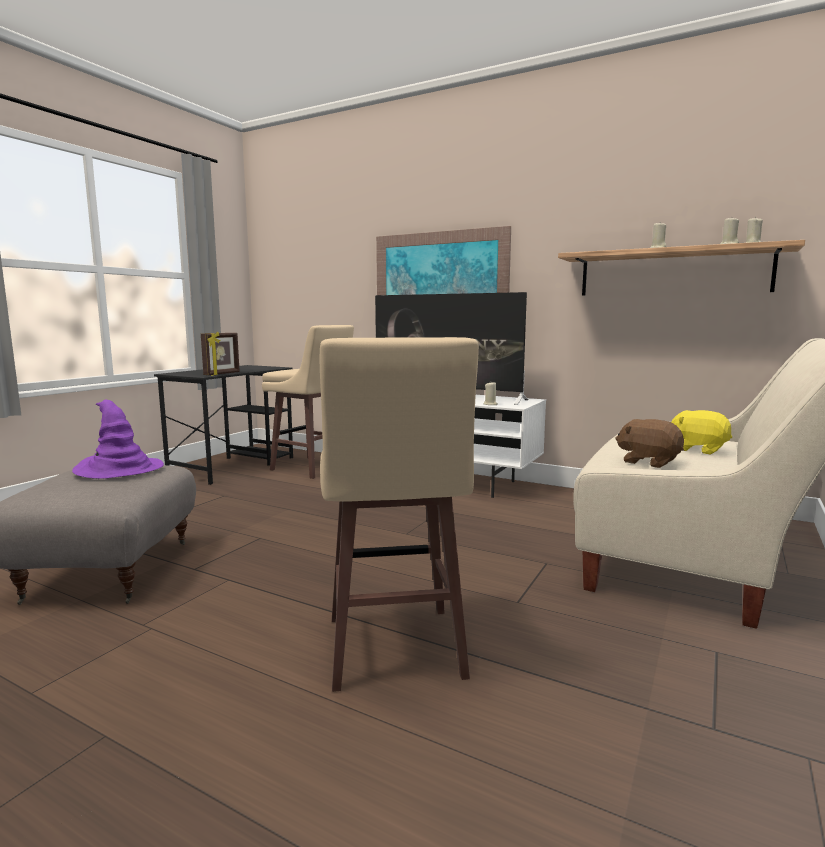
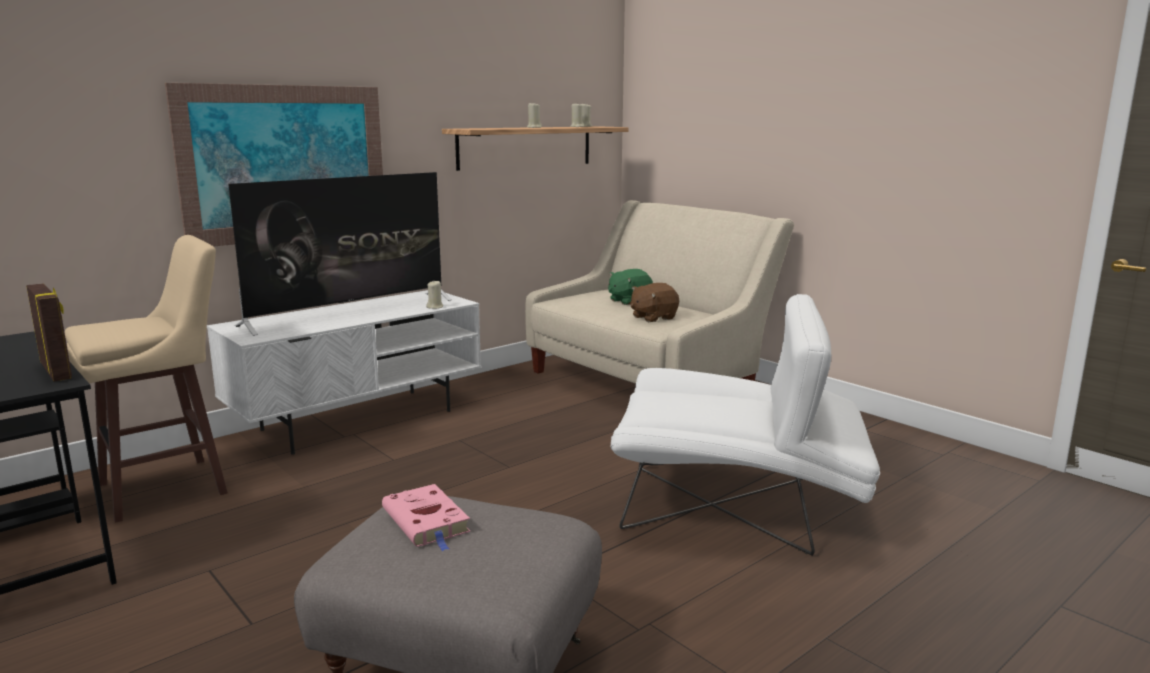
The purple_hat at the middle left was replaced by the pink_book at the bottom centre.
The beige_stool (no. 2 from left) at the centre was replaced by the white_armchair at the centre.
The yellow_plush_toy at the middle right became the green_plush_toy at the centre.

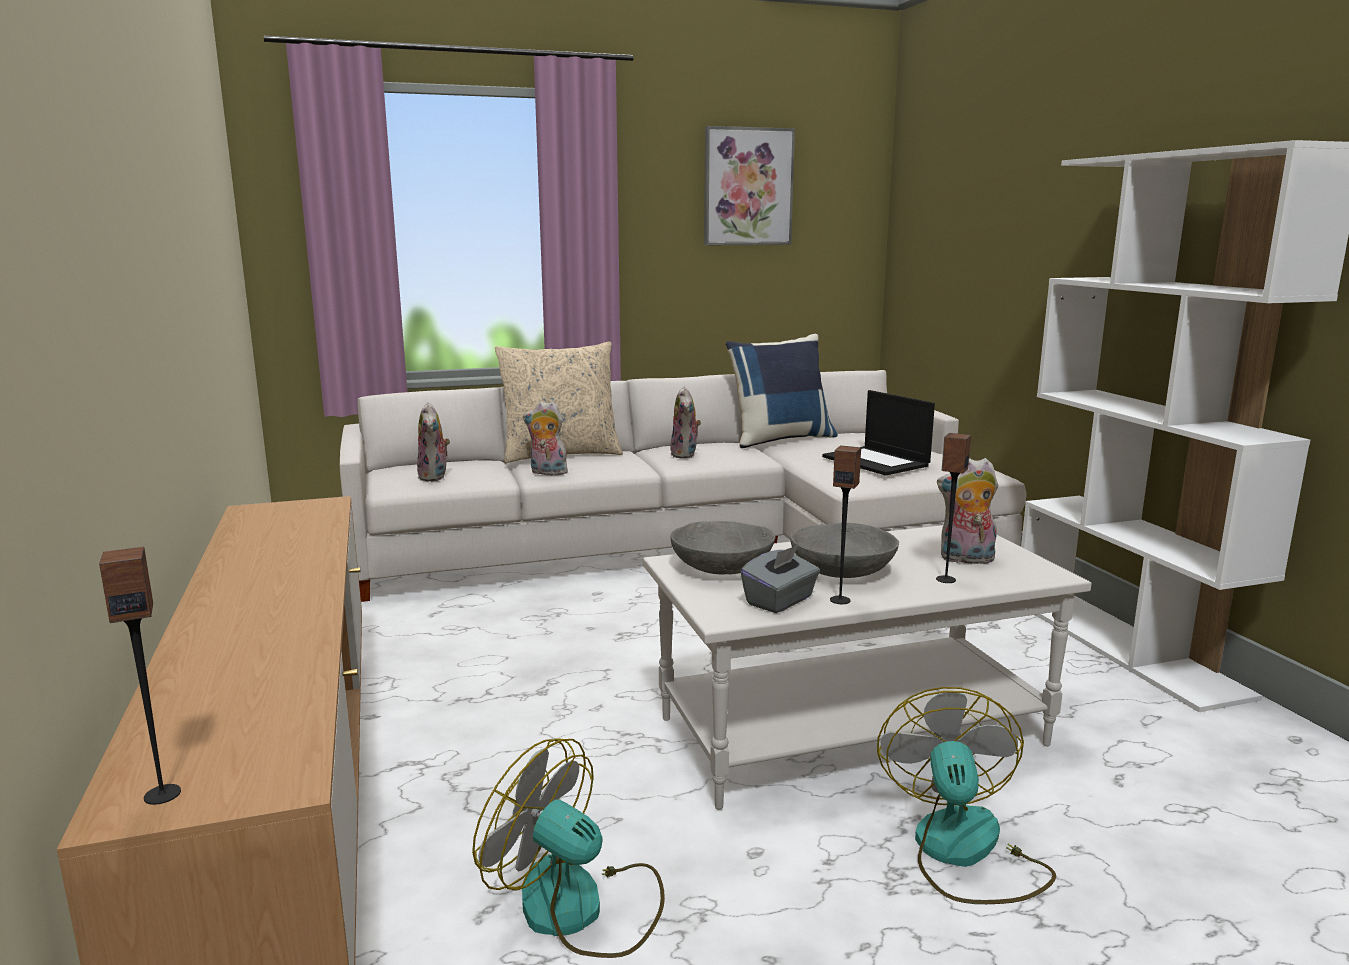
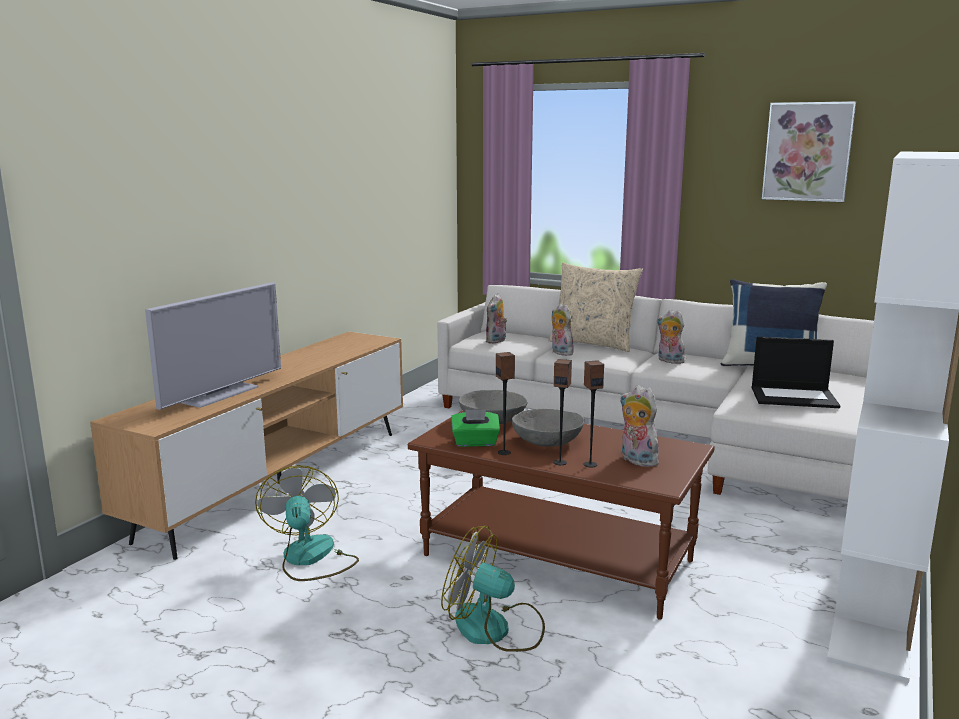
The speaker (no. 1 from left in the first image) moved from the bottom left to the centre.
The white_coffee_table at the bottom centre became the brown_coffee_table at the bottom centre.
The plush_toy (no. 3 from left in the first image) at the centre turned 90 degrees clockwise.
The grey_tissue_box at the centre became the green_tissue_box at the centre.
The laptop at the centre turned 90 degrees counterclockwise.
The fan (no. 2 from left) at the bottom right turned 120 degrees counterclockwise.
The television at the middle left appeared.

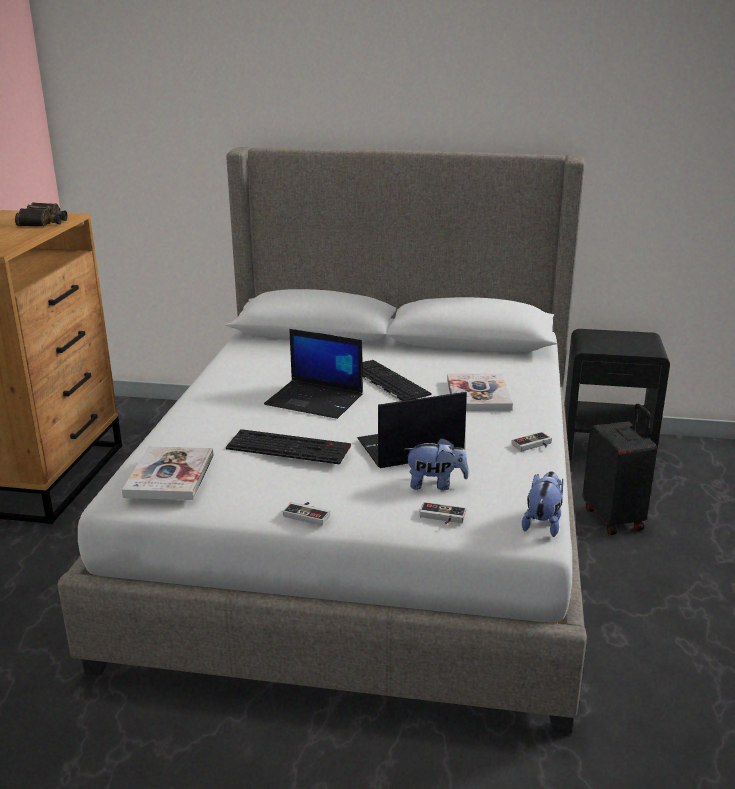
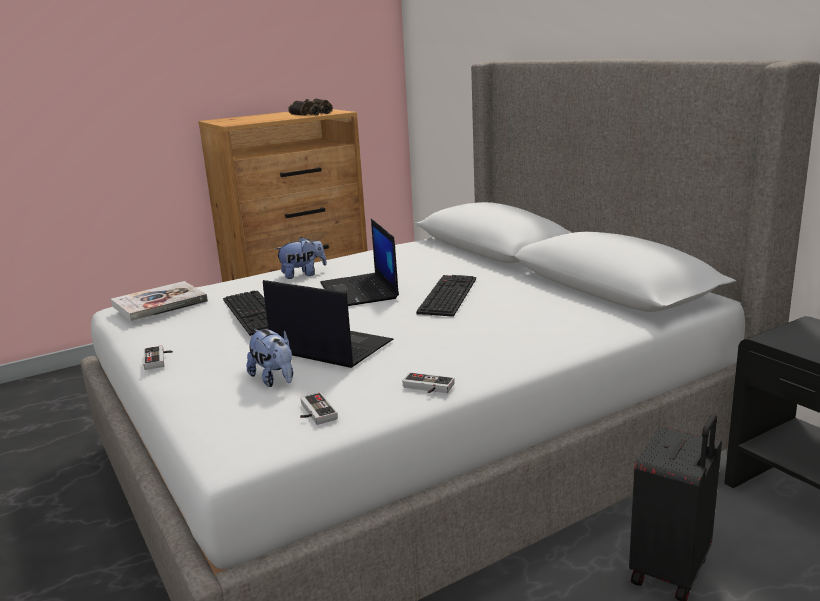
The game_controller (no. 2 from left) moved from the centre to the bottom centre.
The book (no. 2 from left) at the centre disappeared.
The plush_toy (no. 2 from left) moved from the middle right to the centre.

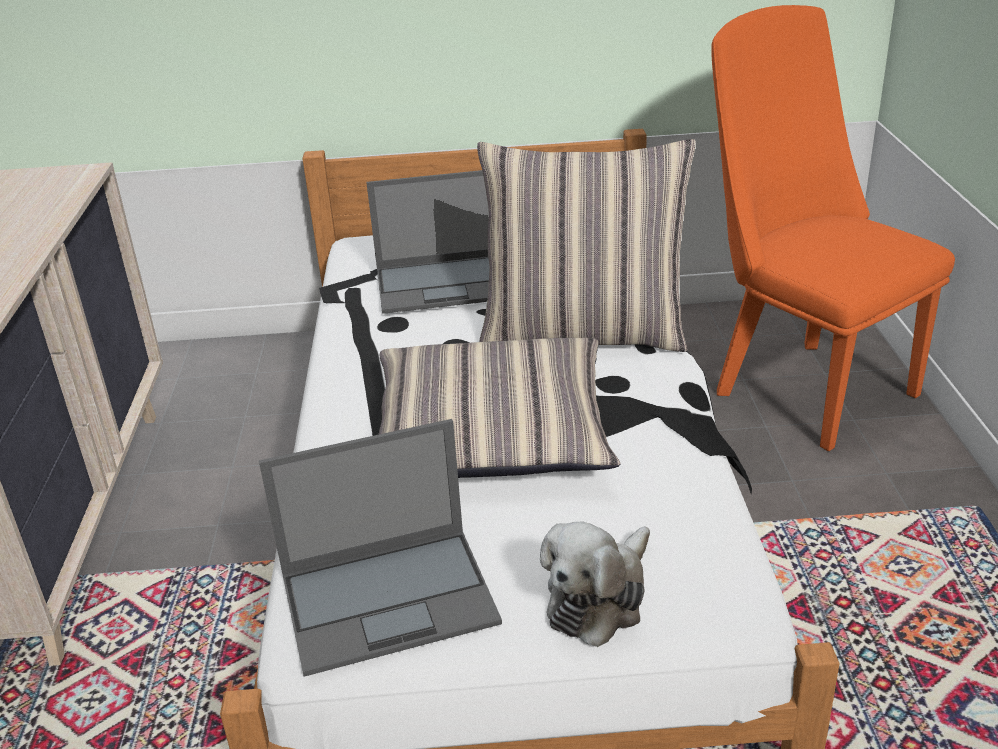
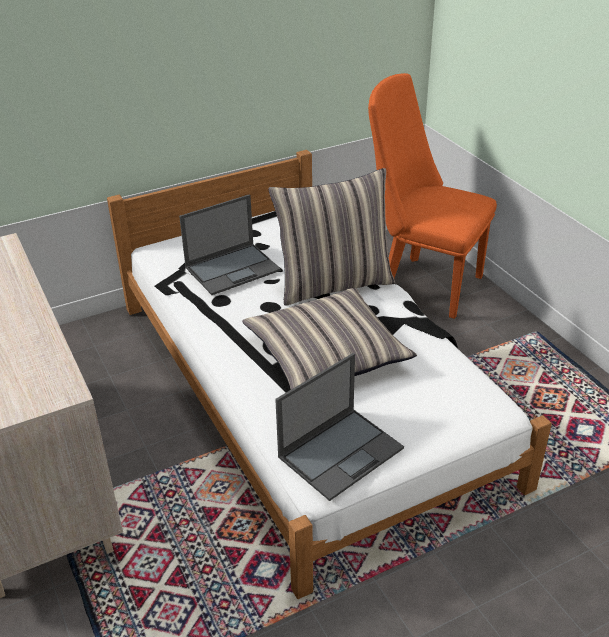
The plush_toy at the bottom centre disappeared.

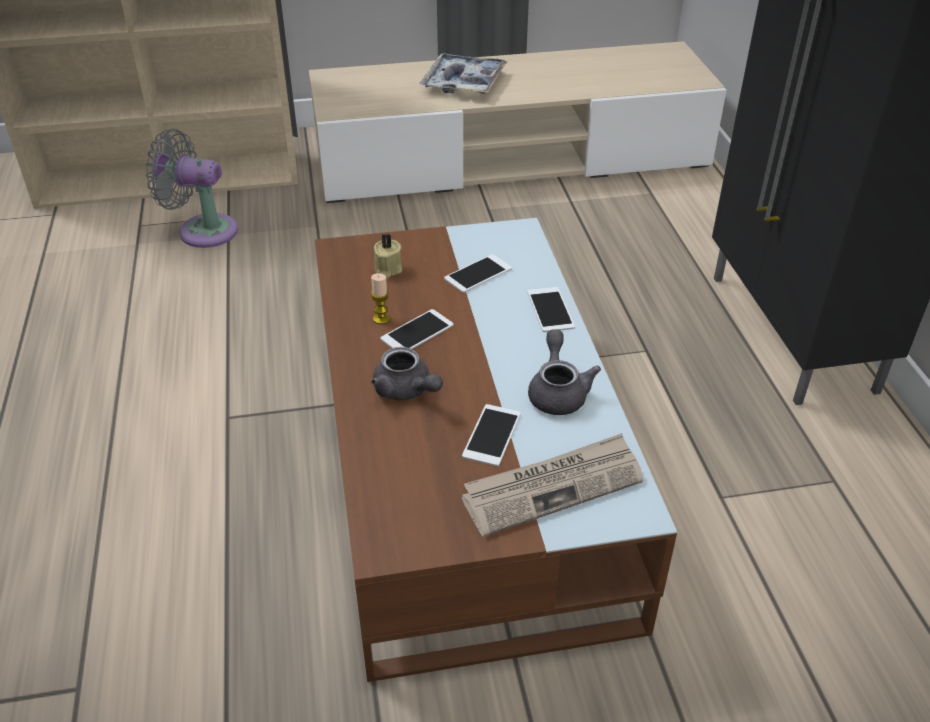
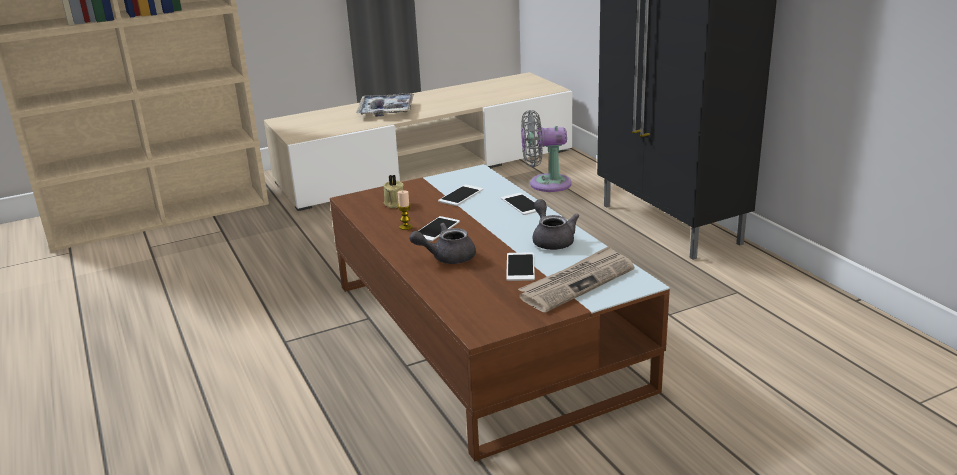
The grey_fan moved from the top left to the top centre.
The grey_teapot (no. 1 from left) at the centre turned 135 degrees clockwise.

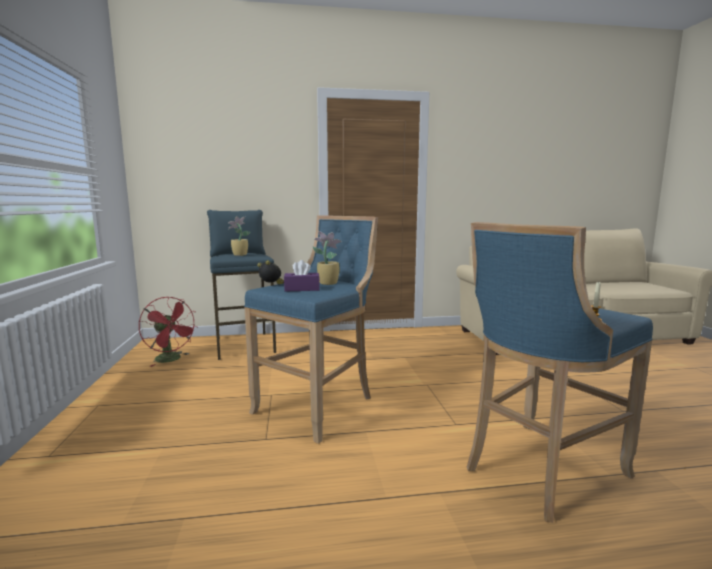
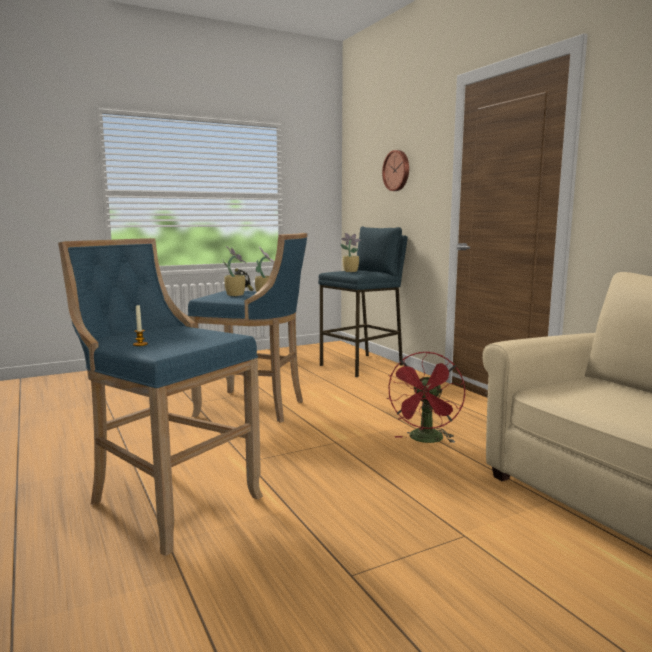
The red_fan moved from the middle left to the centre.
The purple_tissue_box at the centre was replaced by the potted_plant (no. 1 from left) at the centre.
The wall_clock at the top centre appeared.

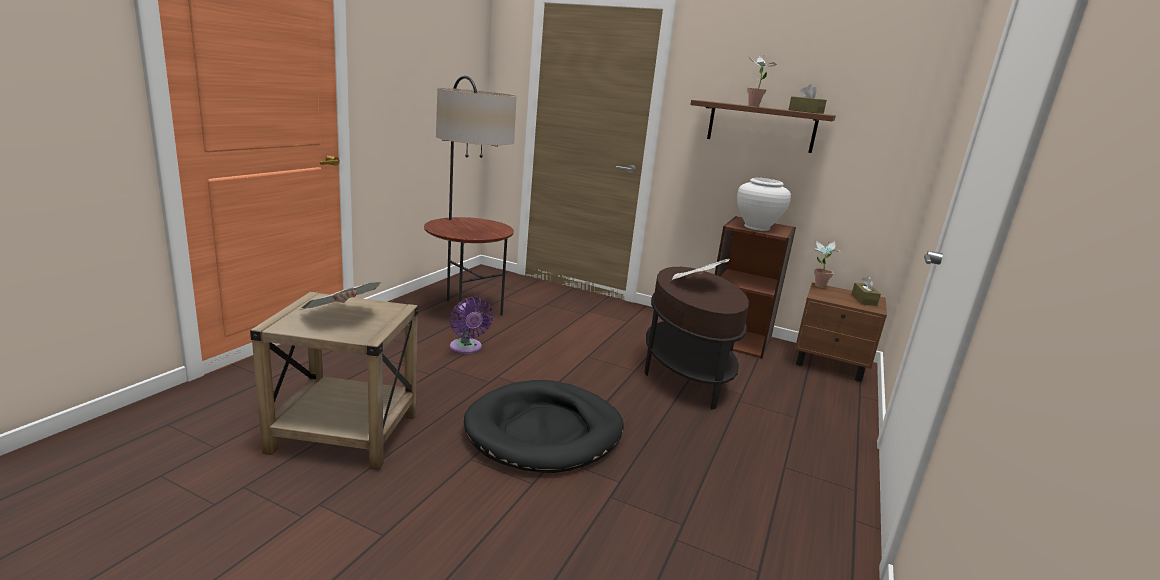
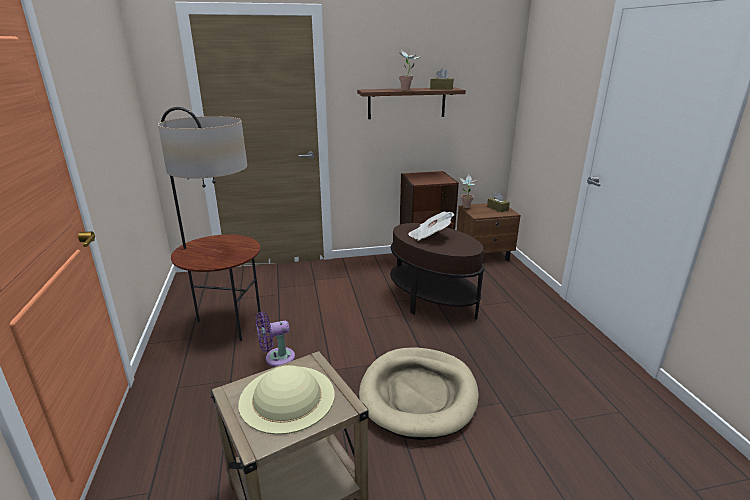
The newspaper (no. 1 from left) at the middle left was replaced by the beige_hat at the bottom centre.
The purple_fan at the centre turned 135 degrees clockwise.
The black_dog_bed at the bottom centre became the beige_dog_bed at the bottom centre.
The white_vase at the centre disappeared.

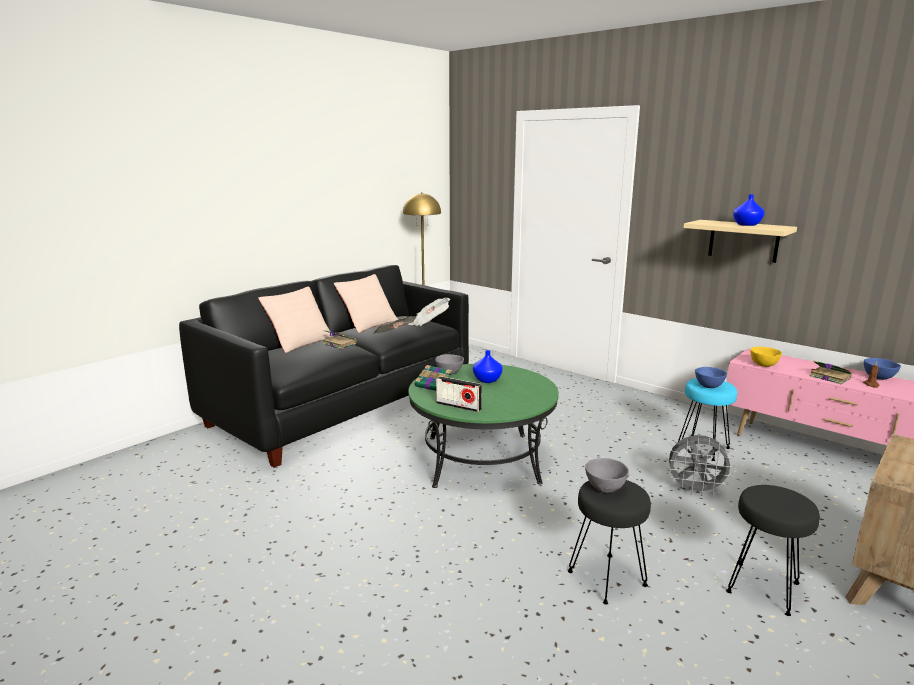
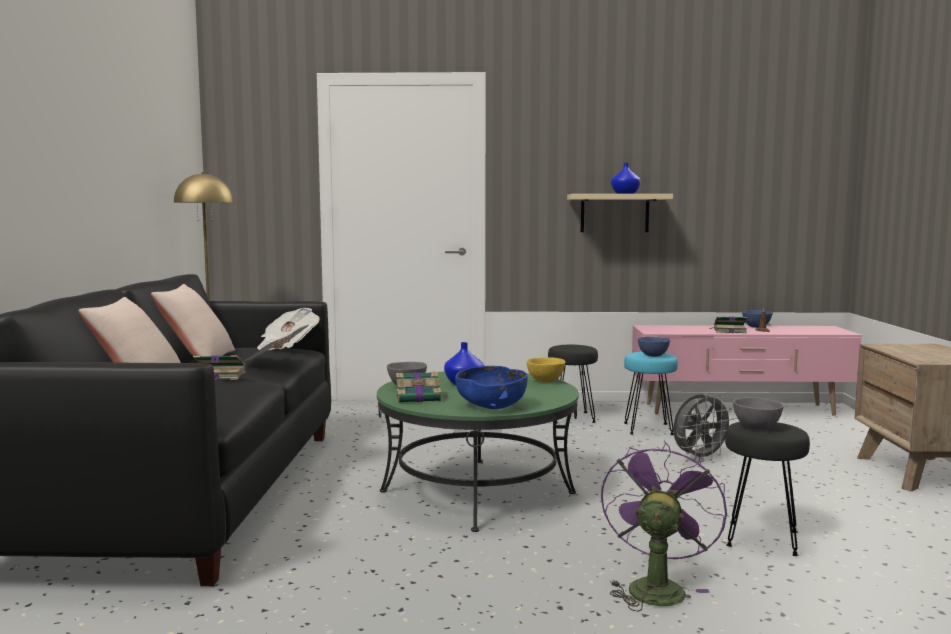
The radio at the centre was replaced by the blue_bowl (no. 1 from left) at the centre.
The black_stool (no. 2 from left in the first image) moved from the bottom right to the centre.
The yellow_bowl moved from the middle right to the centre.
The purple_fan at the bottom right appeared.

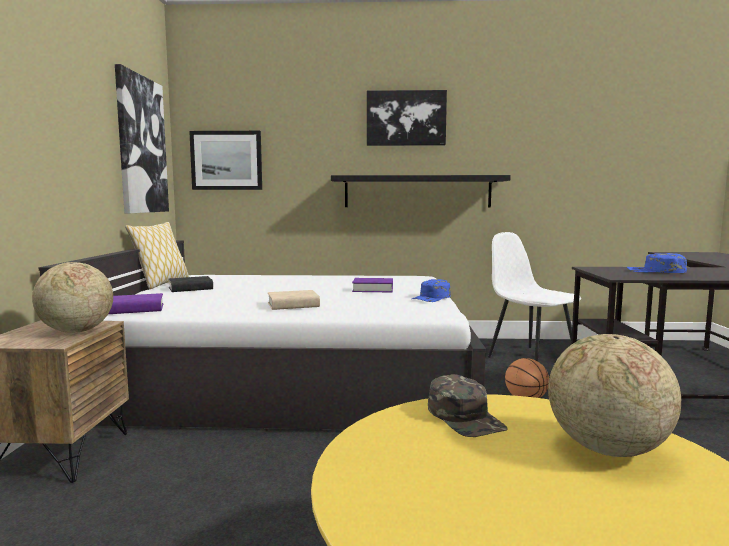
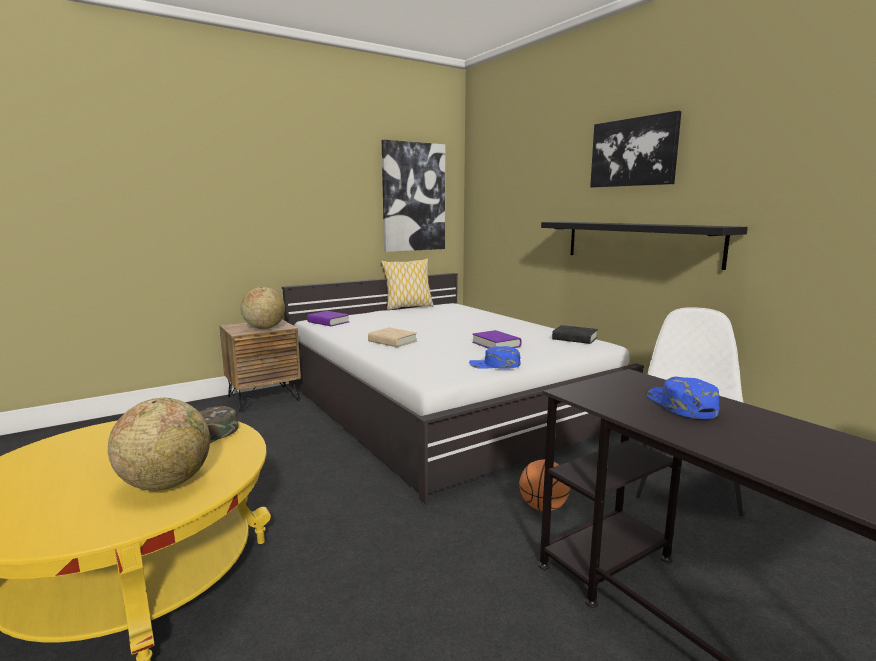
The black_book moved from the middle left to the centre.
The picture (no. 2 from left) at the top left disappeared.

